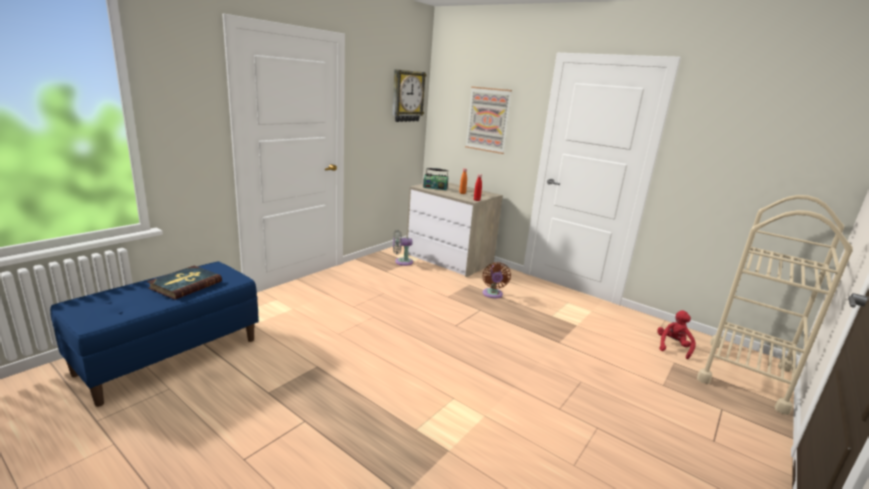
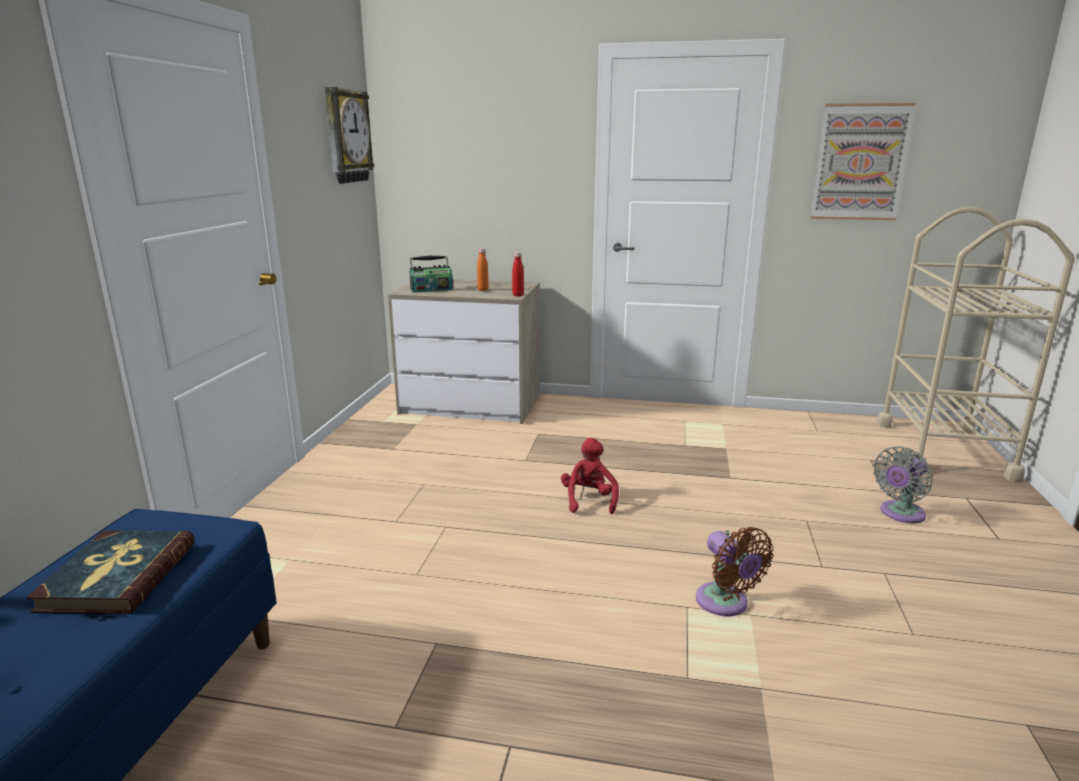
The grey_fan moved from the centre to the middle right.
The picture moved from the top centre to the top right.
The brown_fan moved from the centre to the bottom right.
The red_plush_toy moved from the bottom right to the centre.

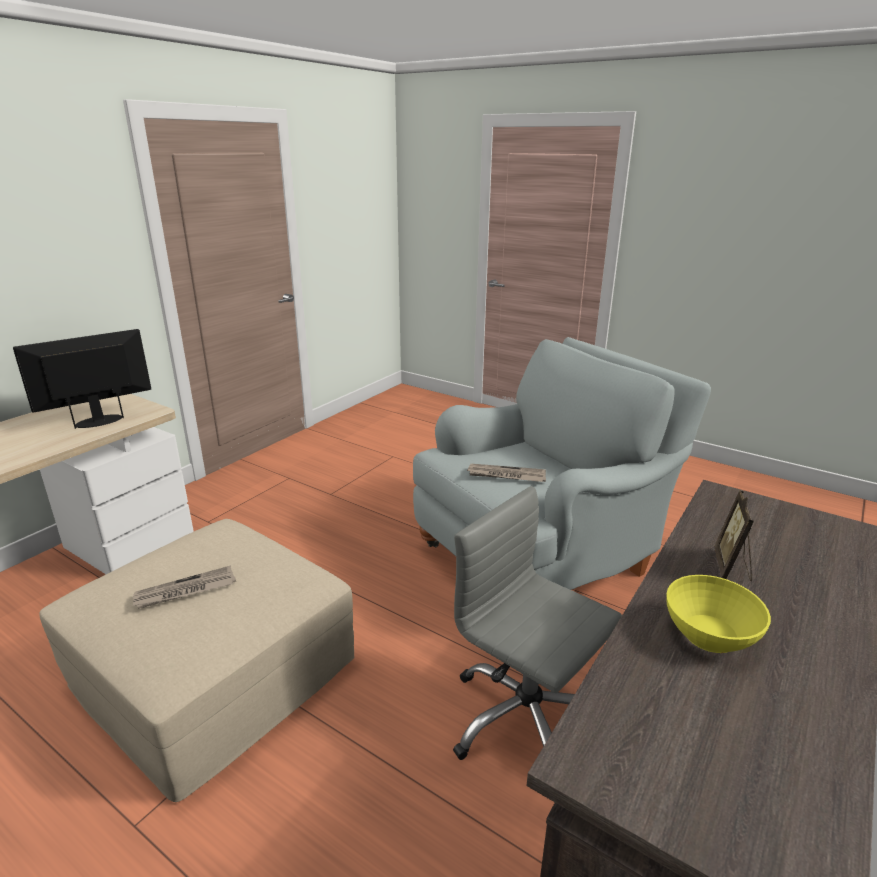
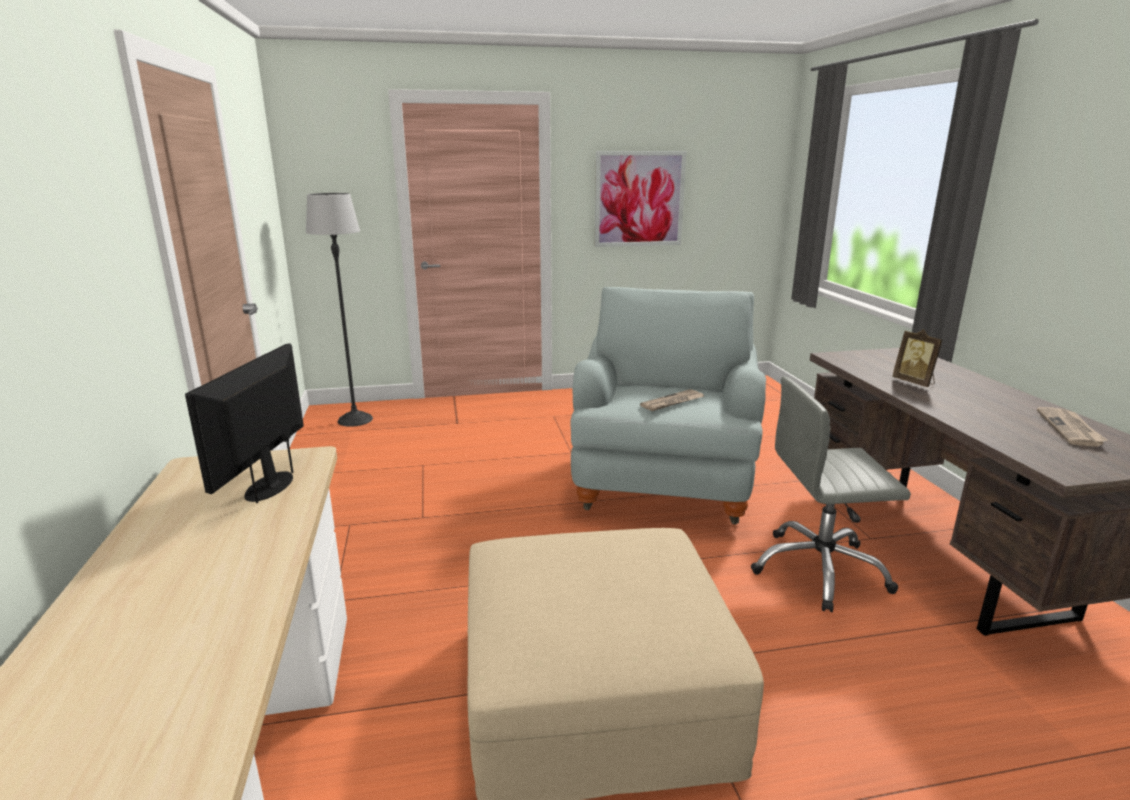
The newspaper (no. 1 from left in the first image) moved from the bottom left to the middle right.
The yellow_bowl at the bottom right disappeared.
The floor_lamp at the middle left appeared.
The picture at the top centre appeared.

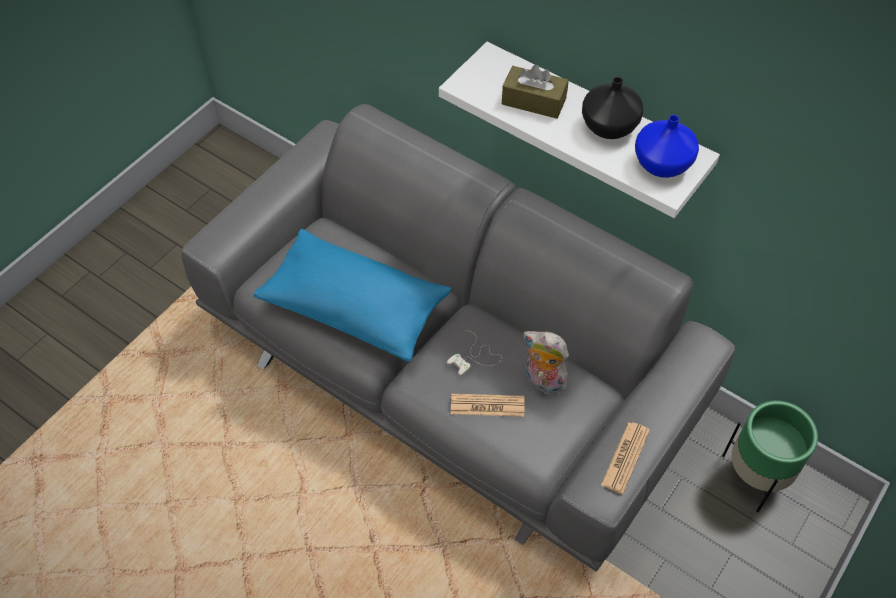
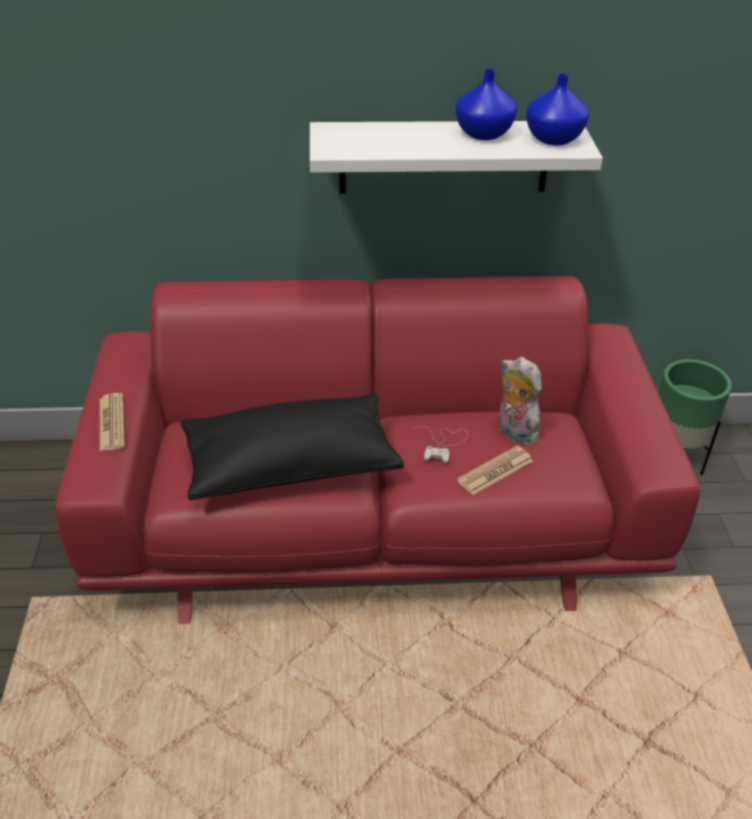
The grey_sofa at the centre became the red_sofa at the centre.
The blue_pillow at the centre became the black_pillow at the centre.
The brown_tissue_box at the top centre disappeared.
The plush_toy at the centre turned 60 degrees clockwise.
The black_vase at the top right became the blue_vase (no. 1 from left) at the top centre.
The newspaper (no. 2 from left in the first image) moved from the bottom right to the middle left.

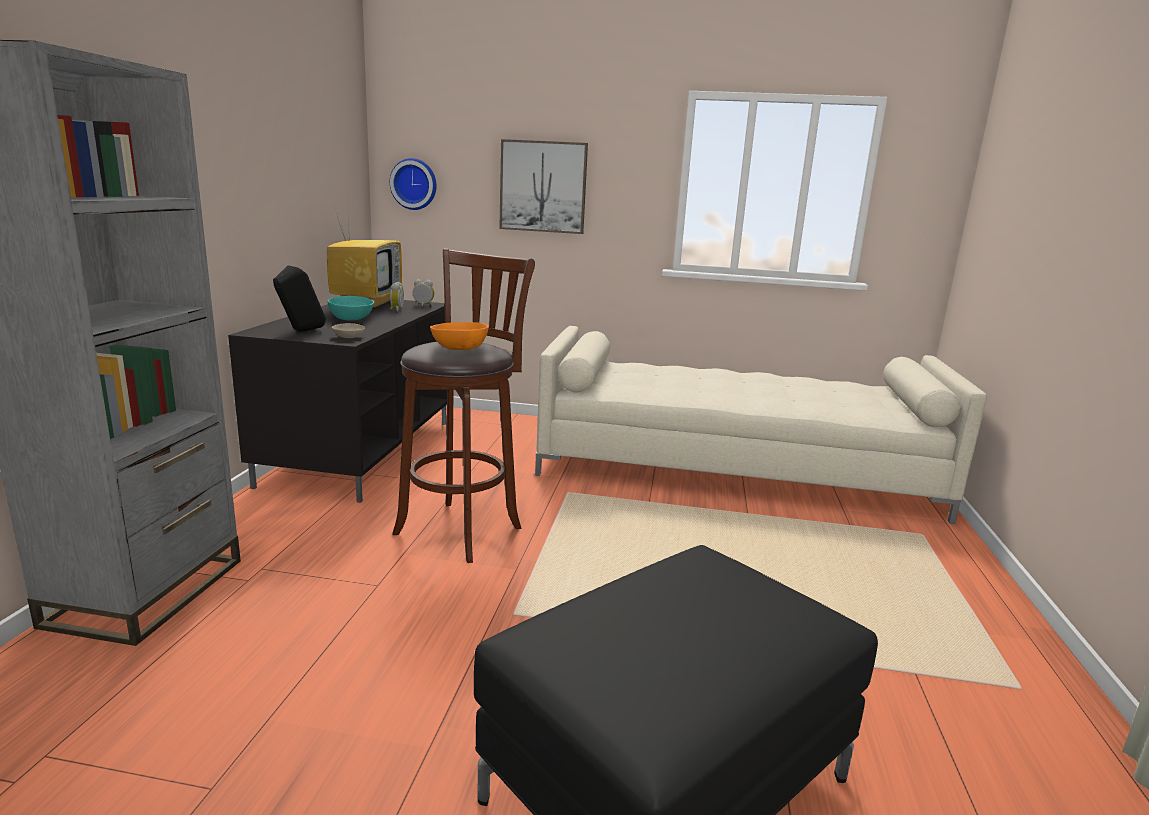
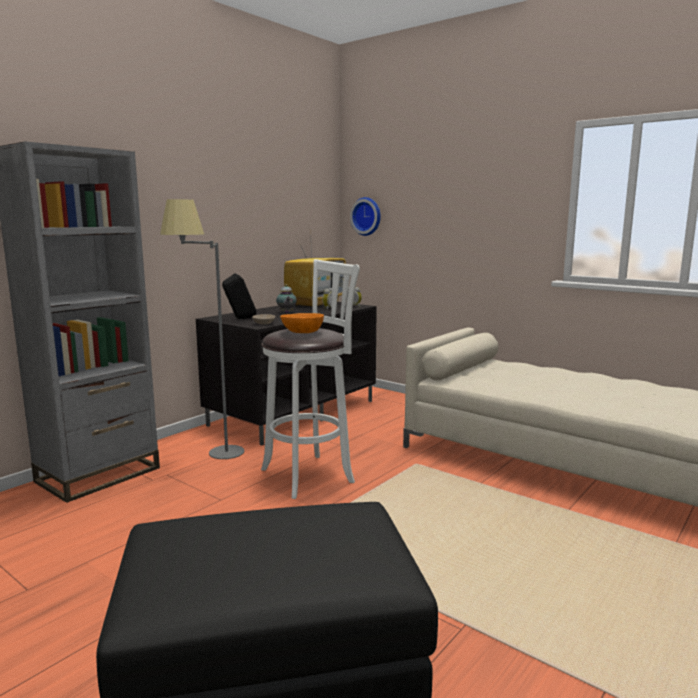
The turquoise_bowl at the middle left was replaced by the teapot at the centre.
The brown_stool at the centre became the white_stool at the centre.
The picture at the top centre disappeared.
The grey_floor_lamp at the middle left appeared.

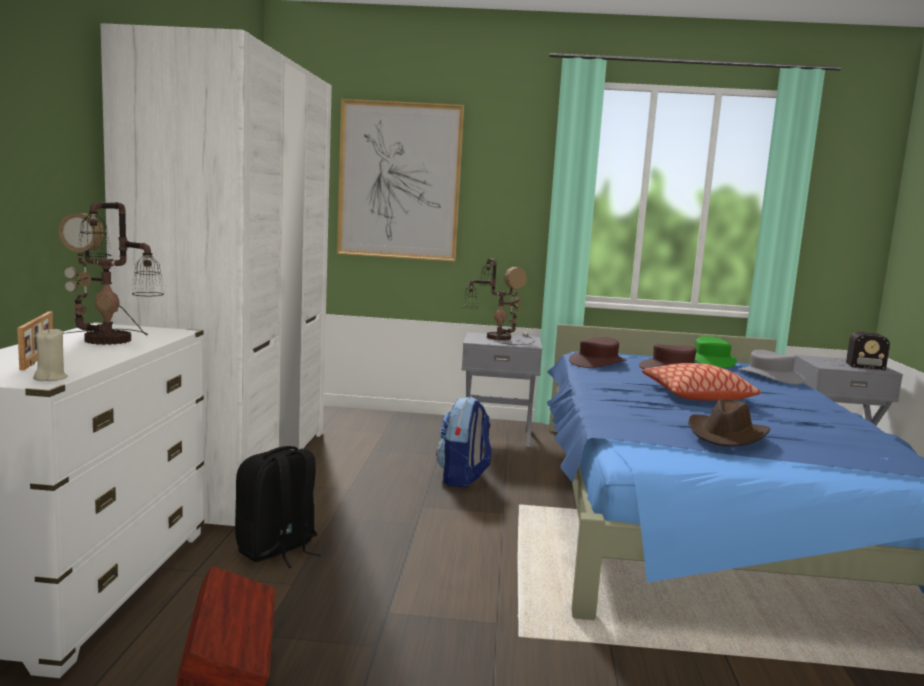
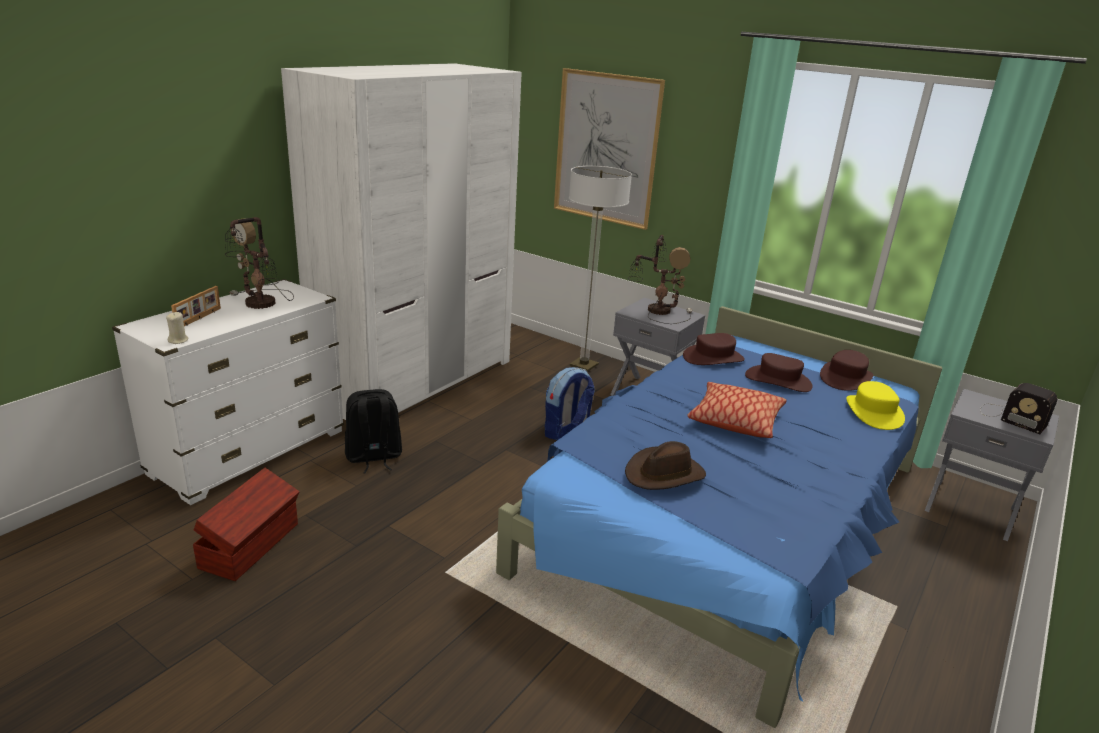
The green_hat at the middle right became the brown_hat (no. 4 from left) at the middle right.
The grey_hat at the middle right became the yellow_hat at the middle right.
The floor_lamp at the centre appeared.

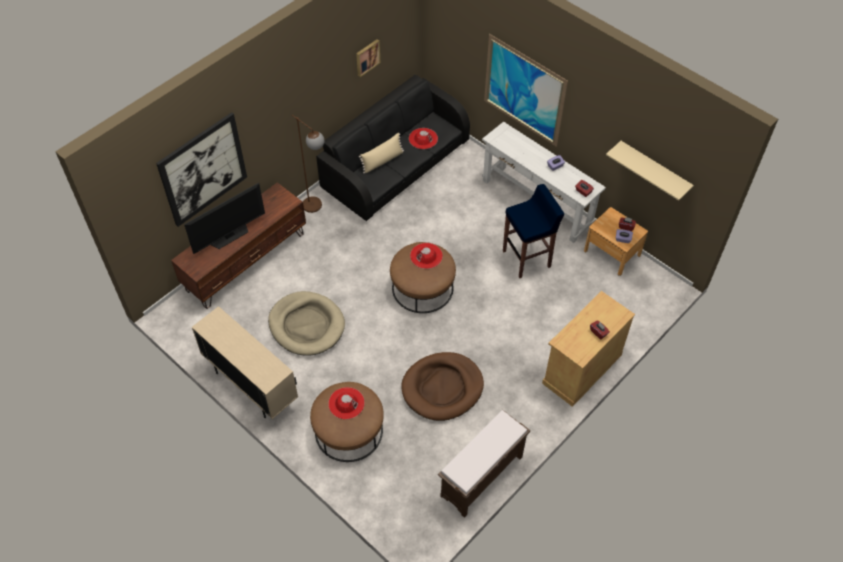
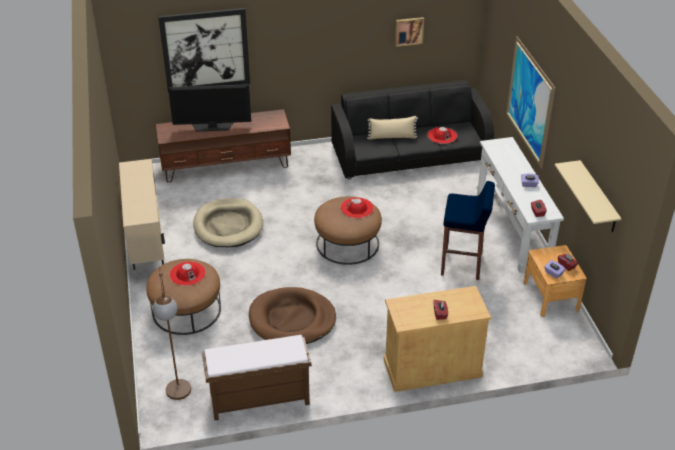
The brown_floor_lamp moved from the top centre to the bottom left.

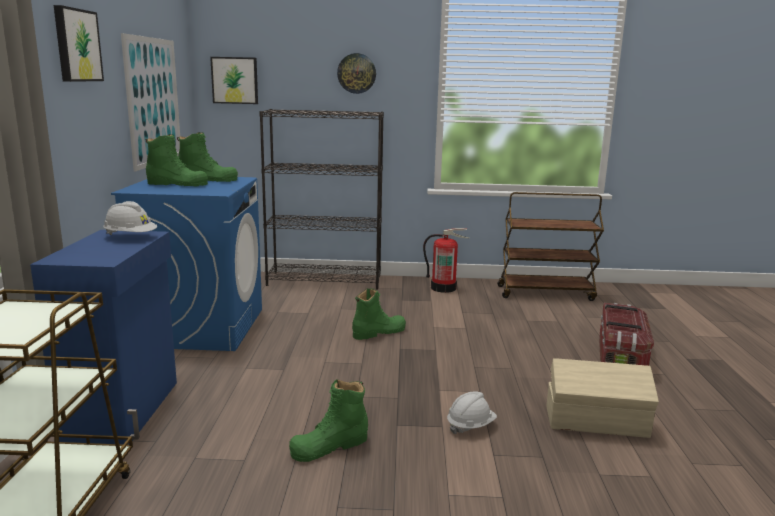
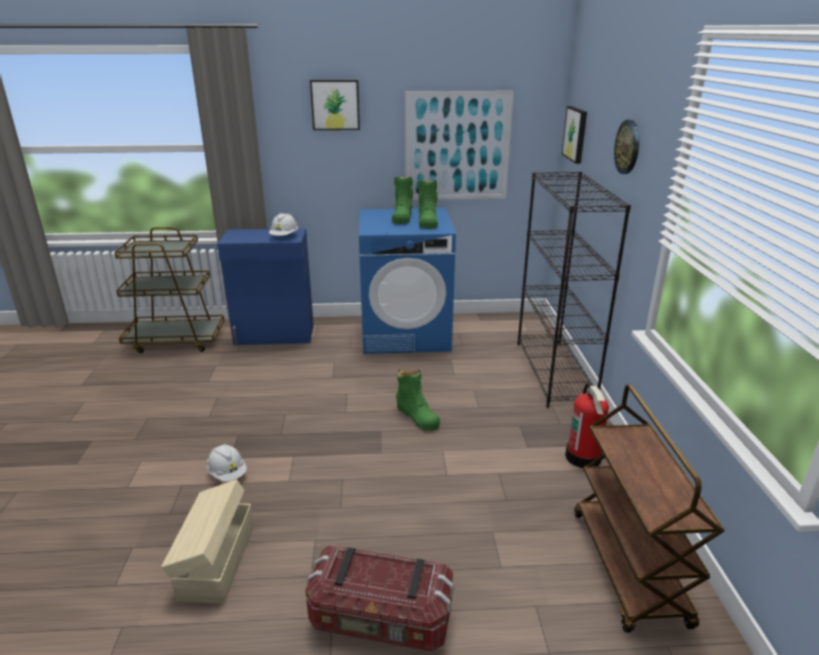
The green_boot (no. 3 from left) at the bottom centre disappeared.

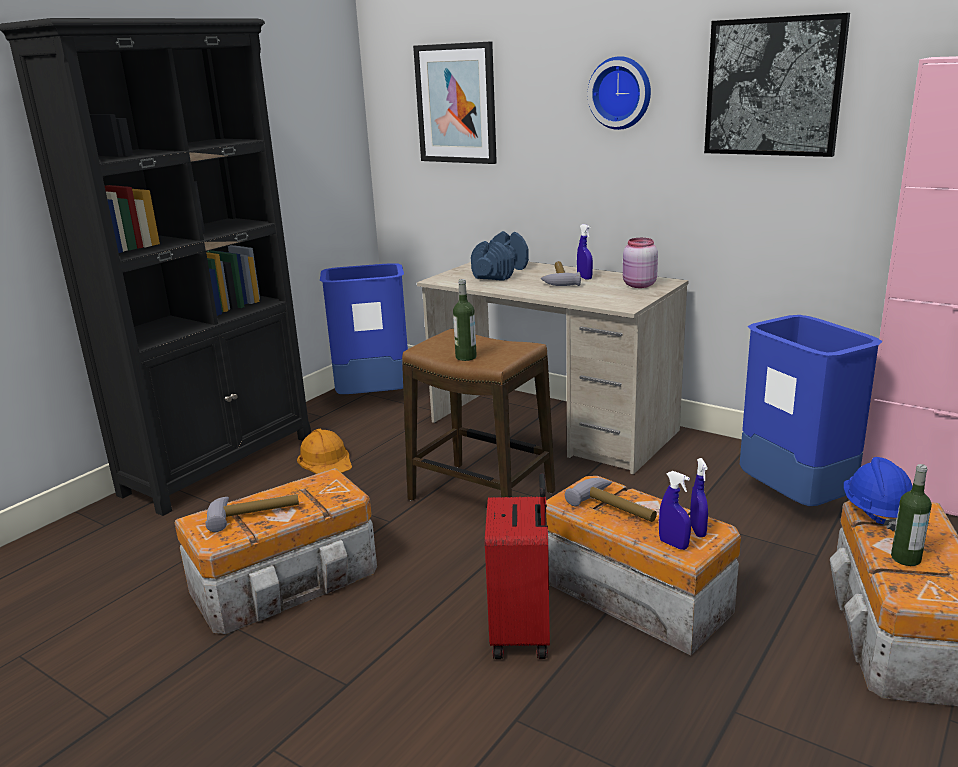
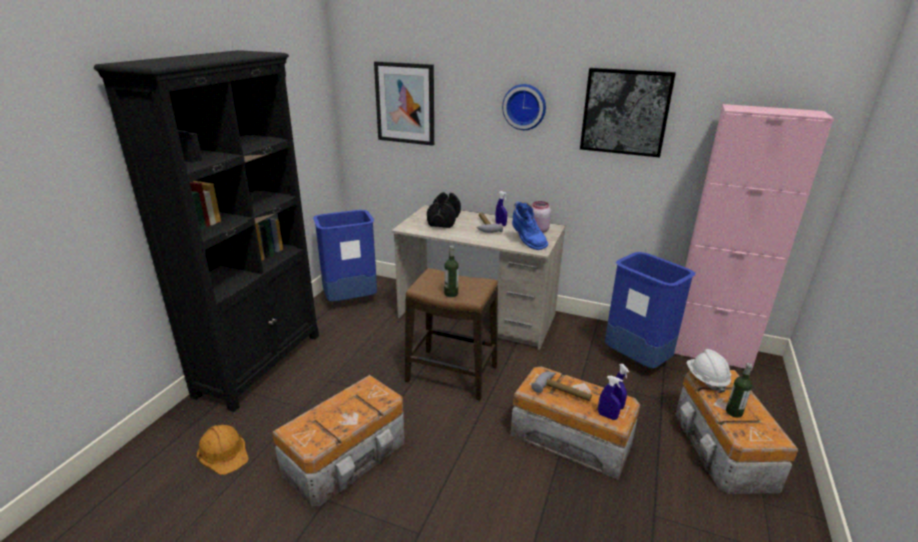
The hammer (no. 1 from left) at the bottom left disappeared.
The orange_hard_hat moved from the centre to the bottom left.
The blue_dumbbell at the centre became the black_dumbbell at the centre.
The red_suitcase at the bottom centre disappeared.
The blue_hard_hat at the middle right became the white_hard_hat at the bottom right.
The blue_boot at the centre appeared.

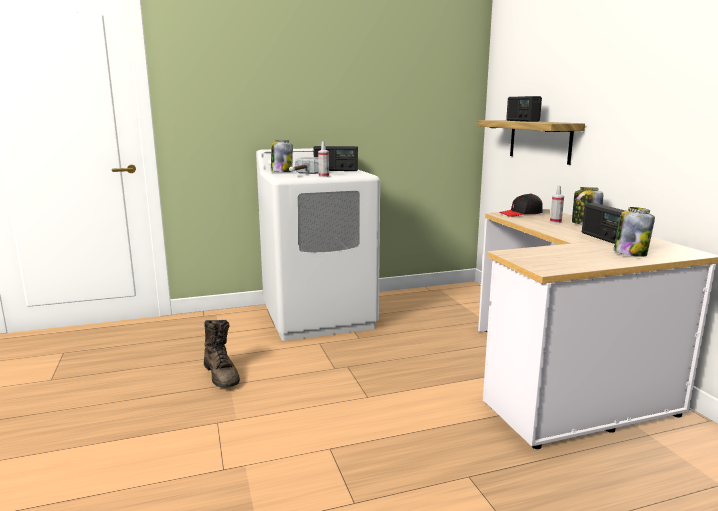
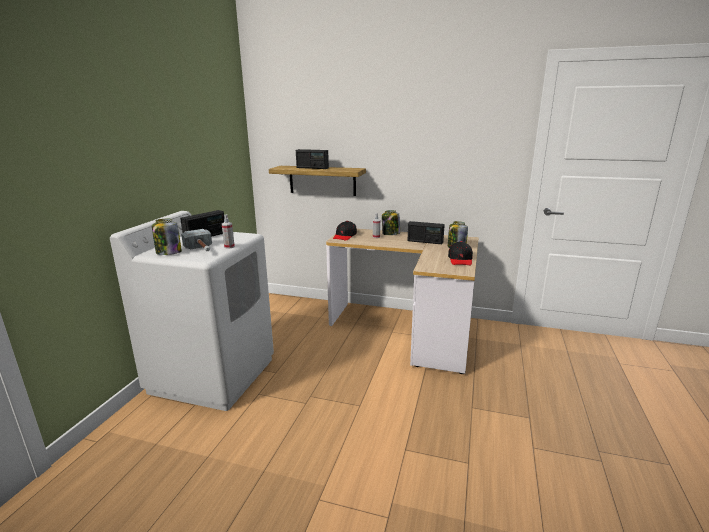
The brown_boot at the bottom left disappeared.
The black_cap (no. 2 from left) at the centre appeared.

